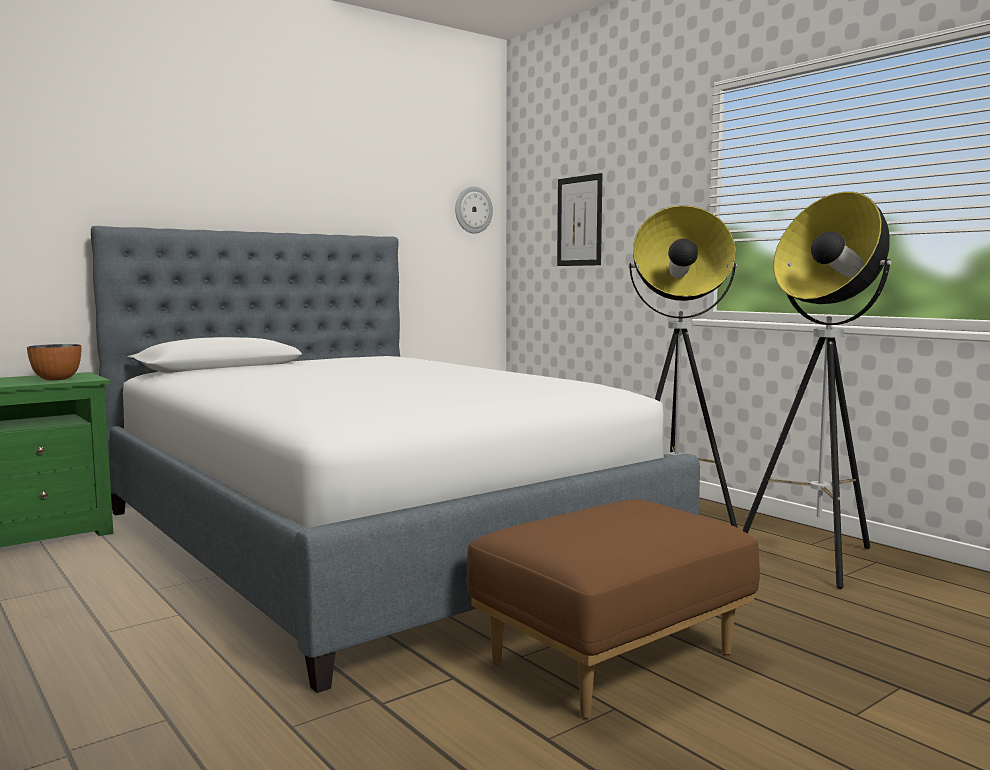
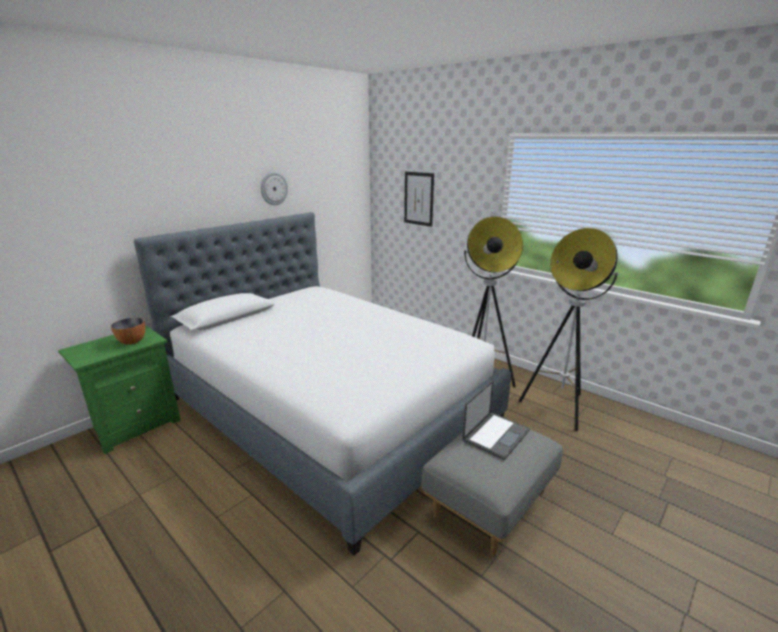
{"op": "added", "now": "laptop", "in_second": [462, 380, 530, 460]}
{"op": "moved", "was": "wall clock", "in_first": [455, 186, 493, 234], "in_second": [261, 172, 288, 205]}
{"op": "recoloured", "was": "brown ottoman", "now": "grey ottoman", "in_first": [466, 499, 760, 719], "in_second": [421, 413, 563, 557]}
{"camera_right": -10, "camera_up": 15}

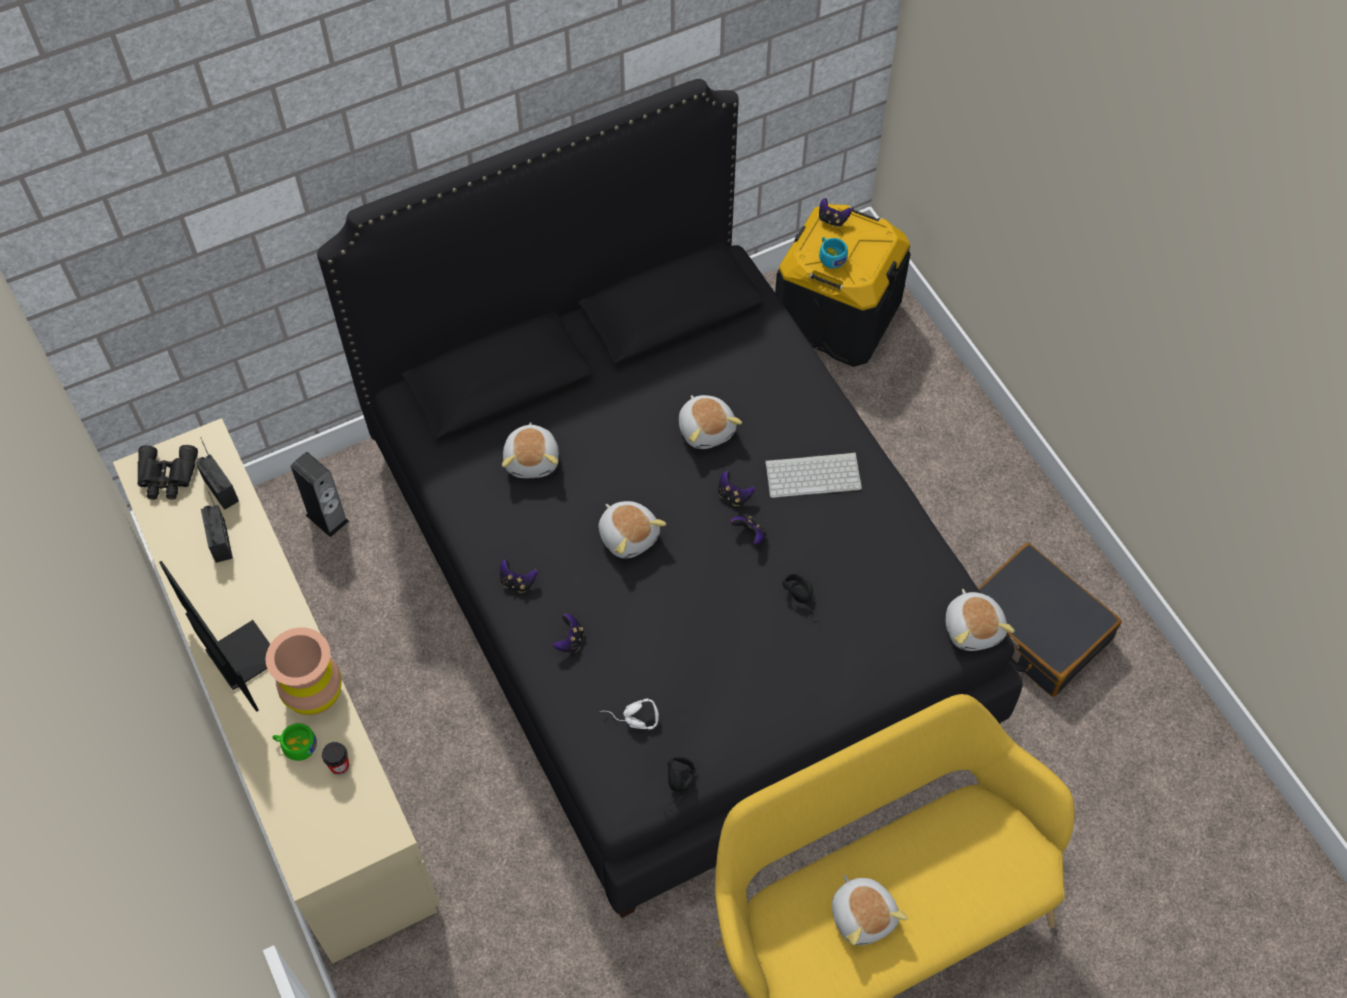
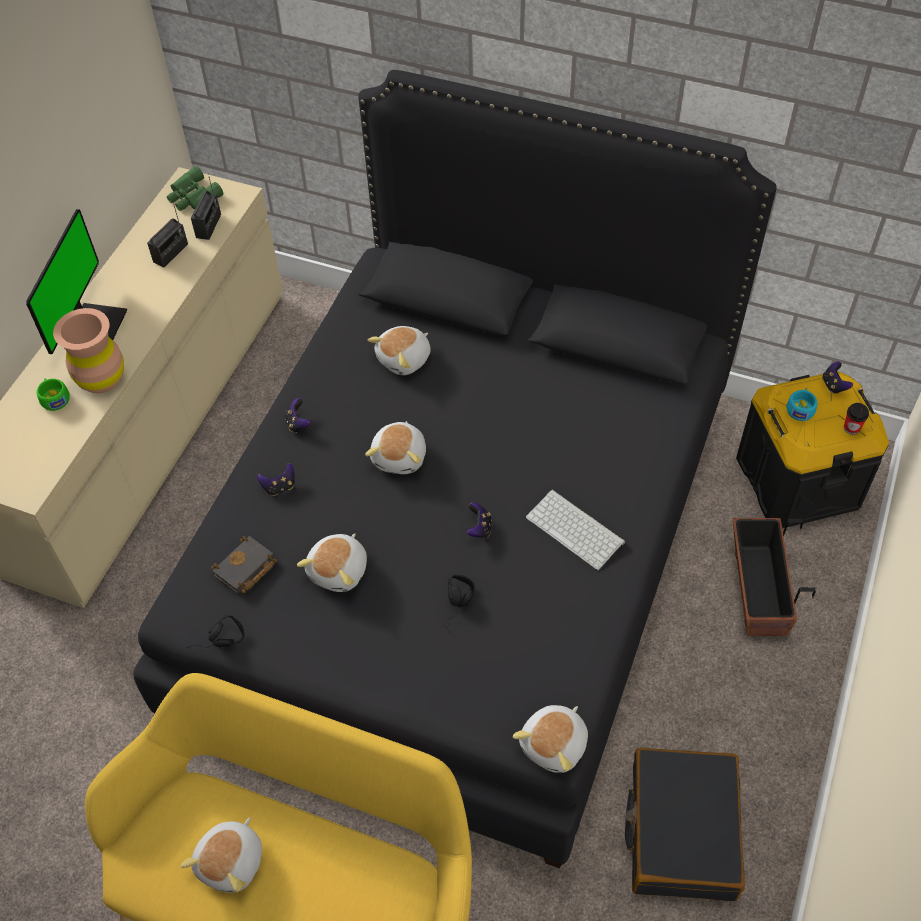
{"op": "removed", "was": "speaker", "in_first": [291, 452, 349, 537]}
{"op": "removed", "was": "game controller", "in_first": [718, 471, 755, 506]}
{"op": "added", "now": "planter", "in_second": [733, 518, 816, 636]}
{"op": "moved", "was": "cup", "in_first": [322, 742, 349, 775], "in_second": [844, 403, 869, 435]}
{"op": "moved", "was": "plush toy", "in_first": [679, 395, 742, 449], "in_second": [297, 533, 367, 592]}
{"op": "replaced", "was": "white headphones", "now": "black book", "in_first": [600, 699, 659, 729], "in_second": [211, 536, 277, 594]}
{"op": "recoloured", "was": "black binoculars", "now": "green binoculars", "in_first": [137, 445, 198, 500], "in_second": [167, 166, 223, 211]}
{"camera_right": 50, "camera_up": -5}

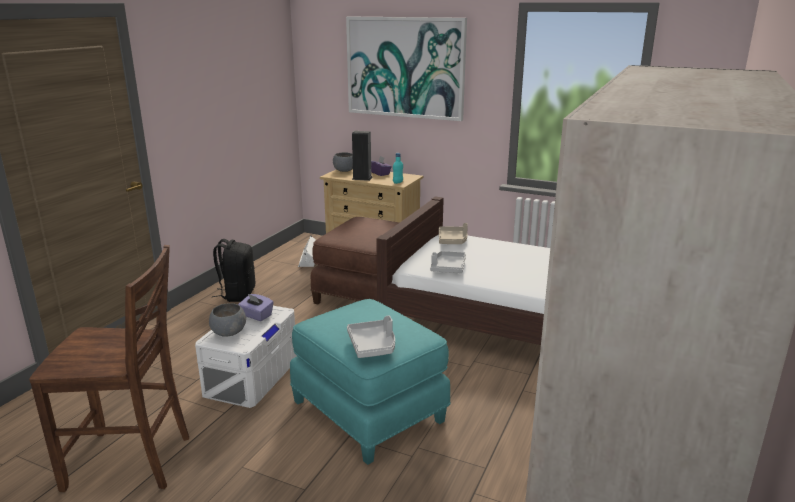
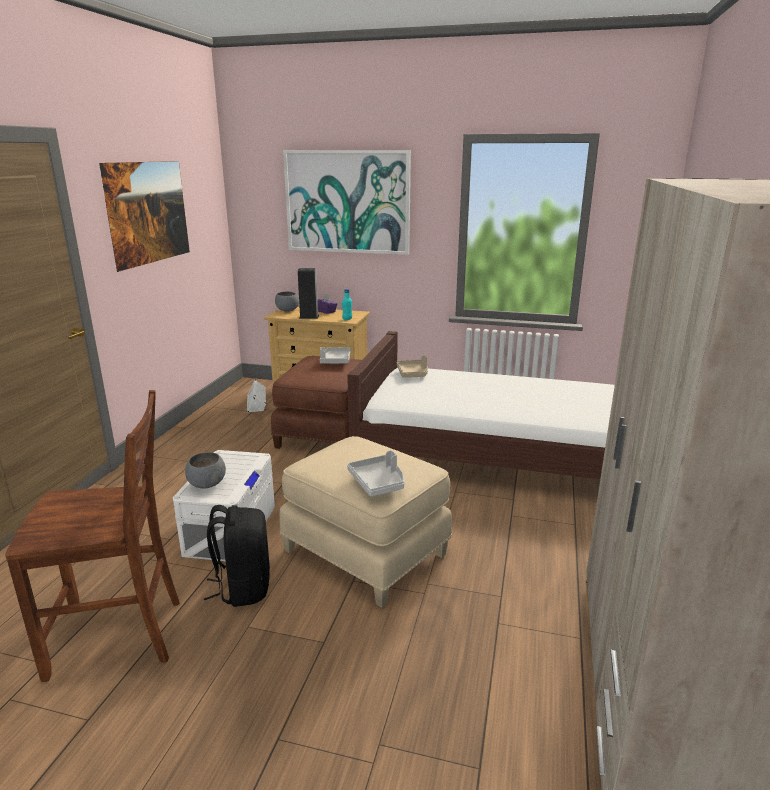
{"op": "removed", "was": "purple tissue box", "in_first": [238, 294, 273, 321]}
{"op": "added", "now": "picture", "in_second": [99, 161, 190, 272]}
{"op": "moved", "was": "black backpack", "in_first": [212, 239, 255, 302], "in_second": [204, 505, 270, 607]}
{"op": "moved", "was": "grey tray", "in_first": [430, 251, 466, 273], "in_second": [320, 347, 351, 364]}
{"op": "recoloured", "was": "turquoise ottoman", "now": "beige ottoman", "in_first": [290, 299, 451, 465], "in_second": [280, 436, 452, 608]}
{"camera_right": -10, "camera_up": 0}

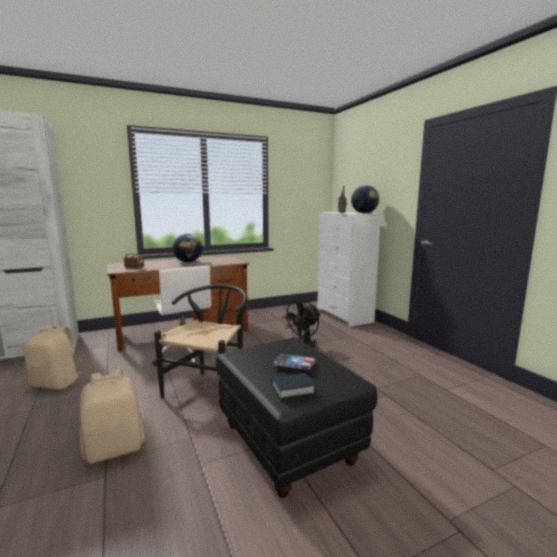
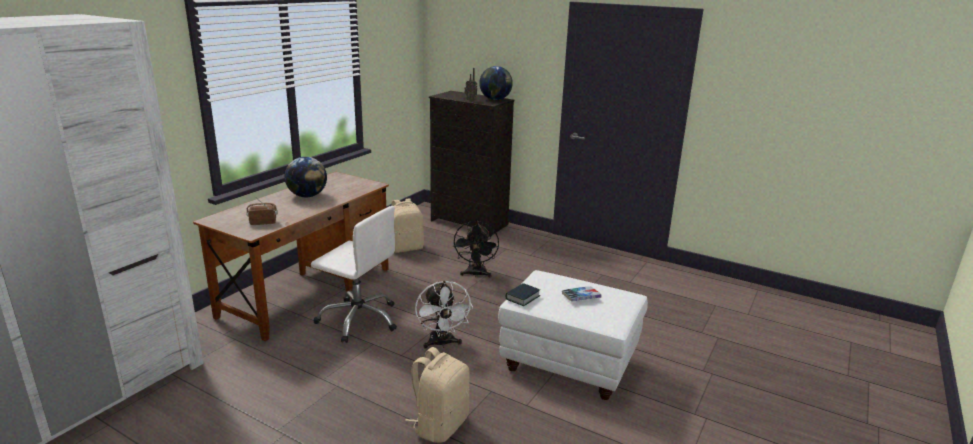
{"op": "moved", "was": "beige backpack", "in_first": [23, 325, 81, 389], "in_second": [392, 198, 424, 253]}
{"op": "moved", "was": "book", "in_first": [271, 373, 316, 399], "in_second": [506, 283, 540, 306]}
{"op": "replaced", "was": "black chair", "now": "white fan", "in_first": [154, 285, 248, 413], "in_second": [415, 281, 473, 349]}
{"op": "recoloured", "was": "black ottoman", "now": "white ottoman", "in_first": [216, 338, 377, 498], "in_second": [498, 270, 648, 400]}
{"op": "recoloured", "was": "white dresser", "now": "black dresser", "in_first": [317, 212, 381, 327], "in_second": [429, 91, 514, 237]}
{"camera_right": -35, "camera_up": 10}

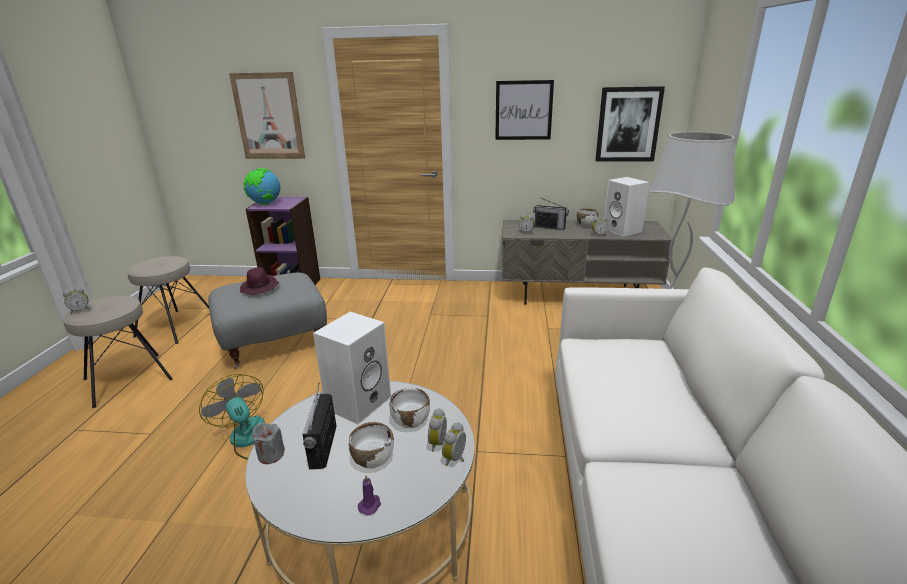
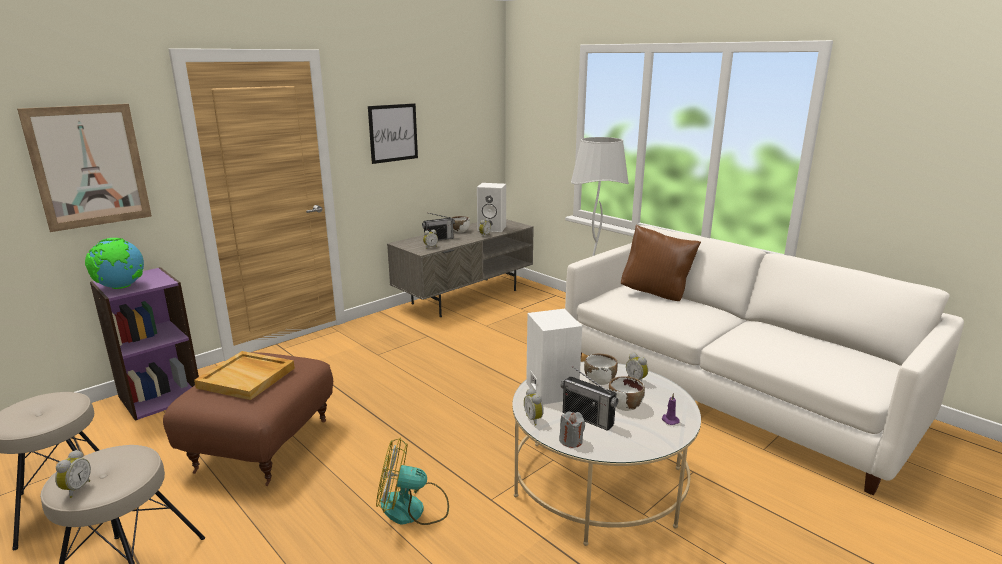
{"op": "removed", "was": "picture", "in_first": [595, 86, 665, 162]}
{"op": "added", "now": "brown pillow", "in_second": [621, 225, 701, 301]}
{"op": "moved", "was": "alarm clock", "in_first": [442, 422, 466, 466], "in_second": [524, 388, 544, 426]}
{"op": "replaced", "was": "purple hat", "now": "beige tray", "in_first": [240, 267, 279, 295], "in_second": [194, 351, 295, 400]}
{"op": "recoloured", "was": "grey ottoman", "now": "brown ottoman", "in_first": [208, 273, 327, 369], "in_second": [163, 352, 333, 486]}
{"camera_right": -50, "camera_up": -5}

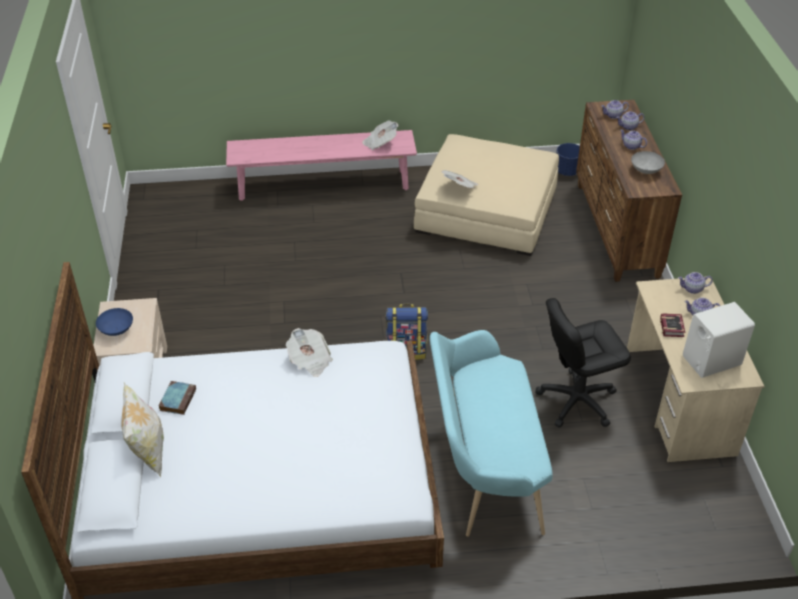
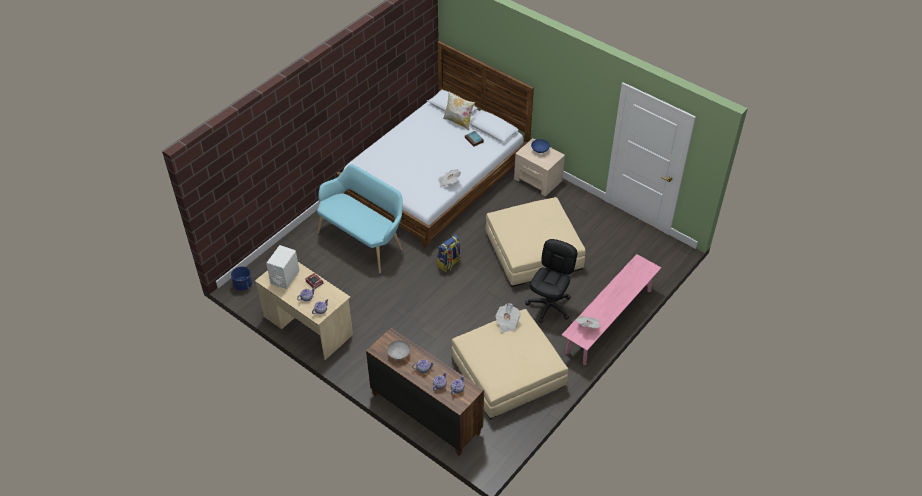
{"op": "added", "now": "beige ottoman", "in_second": [486, 197, 586, 287]}
{"op": "moved", "was": "black office chair", "in_first": [535, 298, 631, 428], "in_second": [525, 239, 577, 323]}
{"op": "moved", "was": "blue planter", "in_first": [556, 143, 580, 176], "in_second": [231, 266, 252, 291]}
{"camera_right": 135, "camera_up": 5}

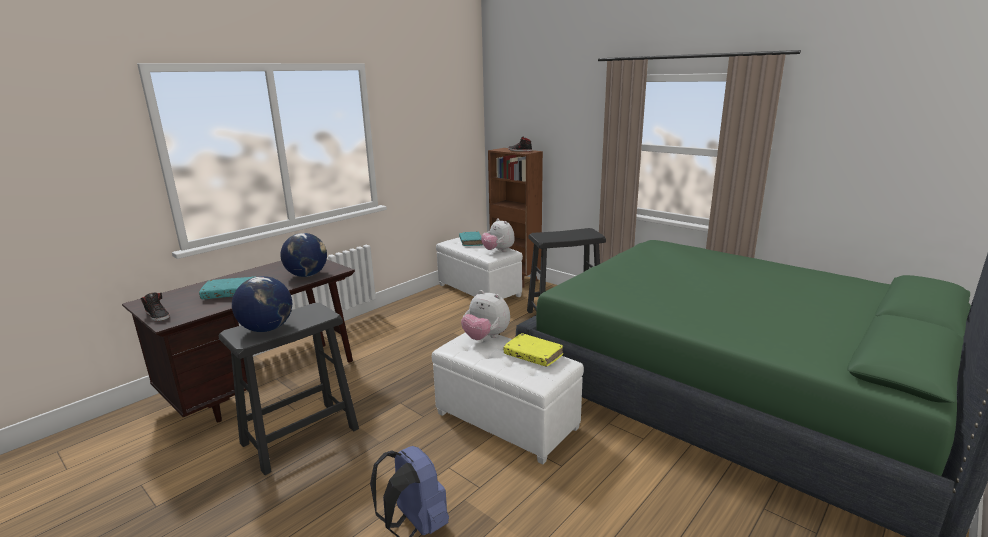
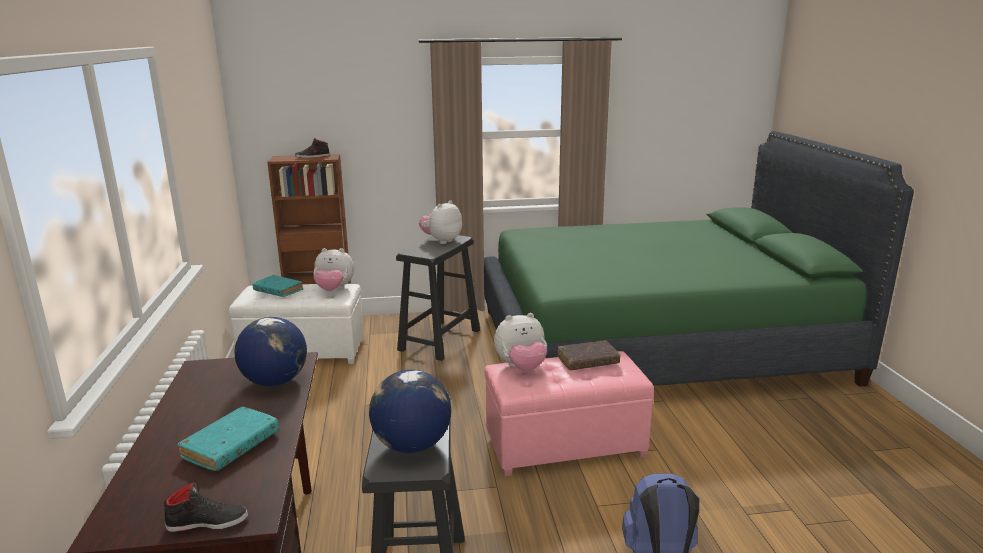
{"op": "added", "now": "plush toy", "in_second": [419, 200, 462, 244]}
{"op": "recoloured", "was": "white ottoman", "now": "pink ottoman", "in_first": [432, 332, 584, 464], "in_second": [485, 351, 654, 476]}
{"op": "recoloured", "was": "yellow book", "now": "brown book", "in_first": [504, 333, 563, 367], "in_second": [557, 340, 620, 370]}
{"camera_right": -50, "camera_up": 0}

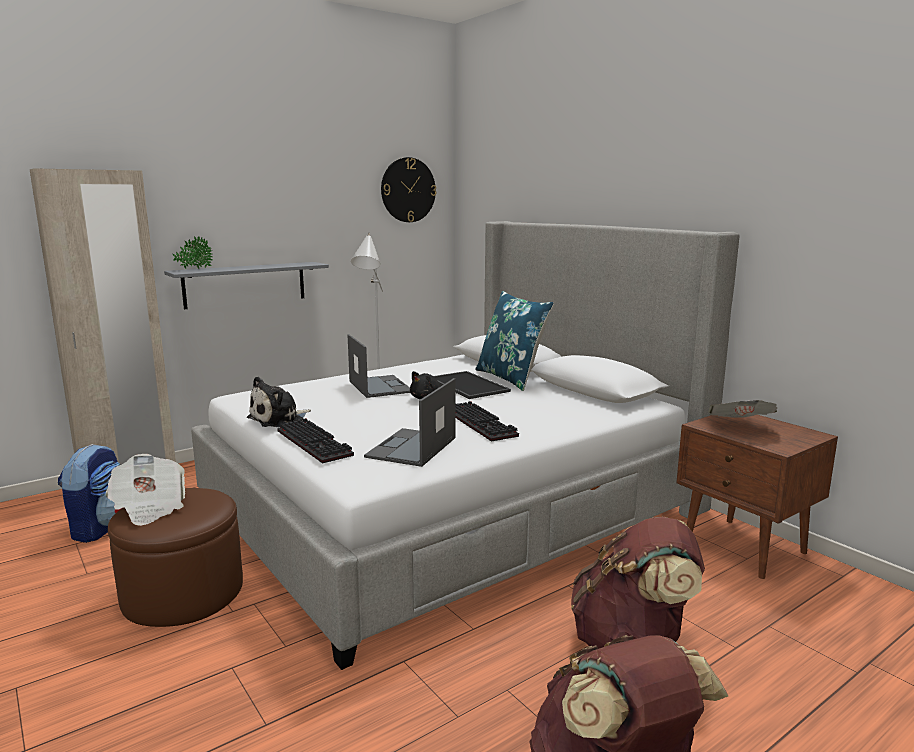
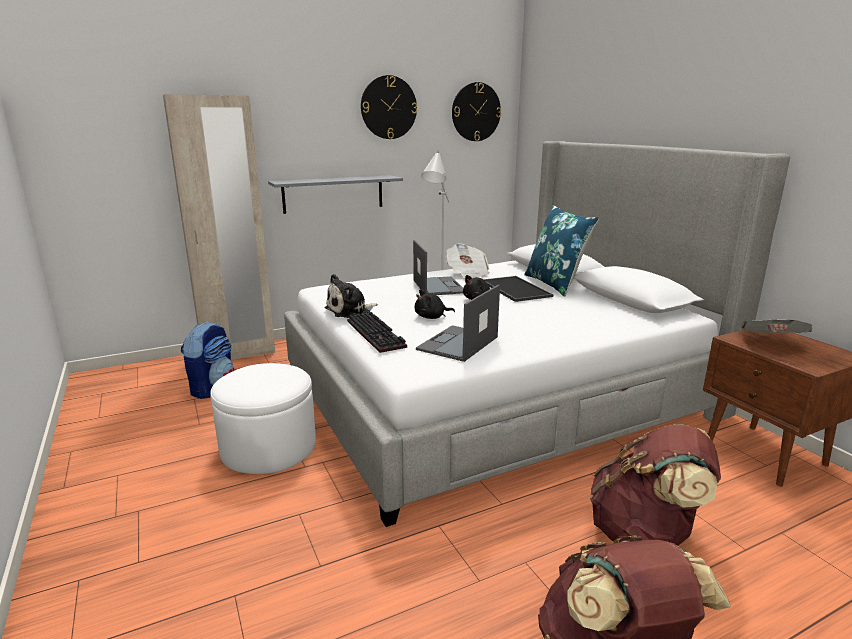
{"op": "removed", "was": "potted plant", "in_first": [173, 236, 213, 269]}
{"op": "removed", "was": "keyboard", "in_first": [455, 401, 519, 442]}
{"op": "added", "now": "wall clock", "in_second": [361, 75, 417, 139]}
{"op": "added", "now": "black plush toy", "in_second": [415, 289, 455, 319]}
{"op": "moved", "was": "newspaper", "in_first": [105, 454, 185, 526], "in_second": [446, 243, 490, 278]}
{"op": "recoloured", "was": "brown ottoman", "now": "white ottoman", "in_first": [108, 488, 243, 627], "in_second": [210, 363, 316, 474]}
{"camera_right": 10, "camera_up": 5}

